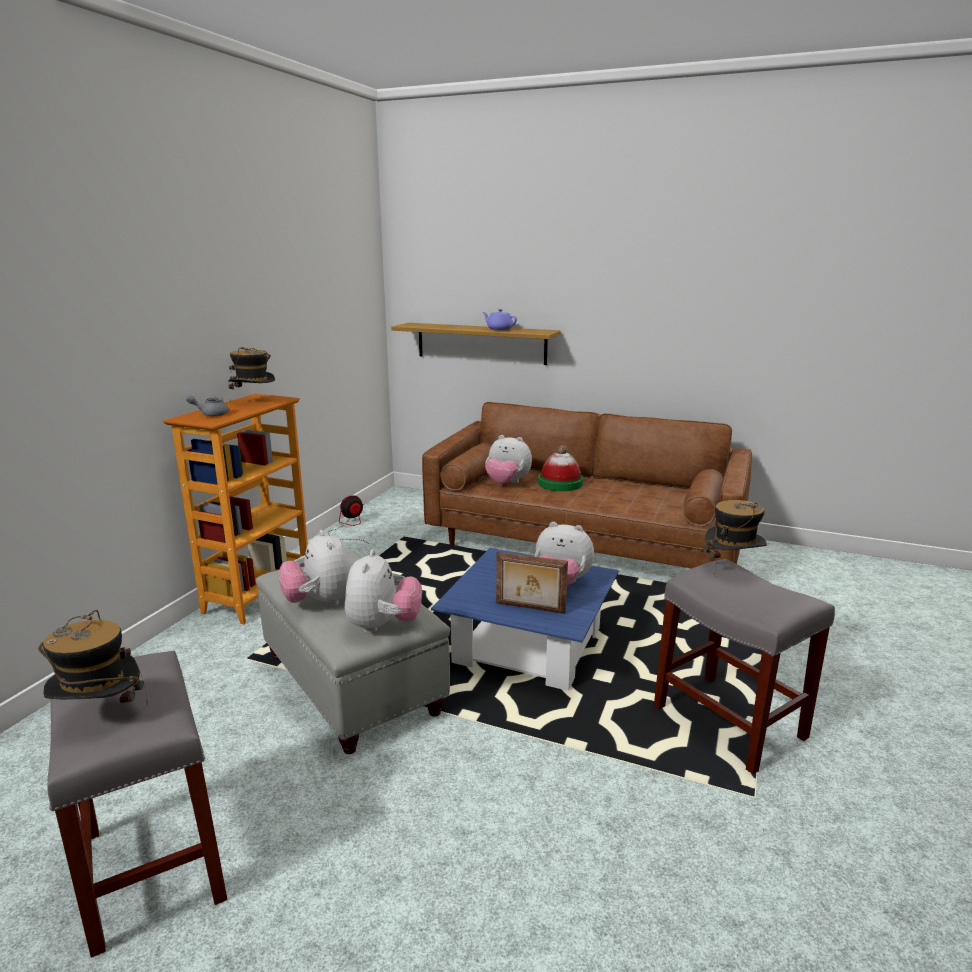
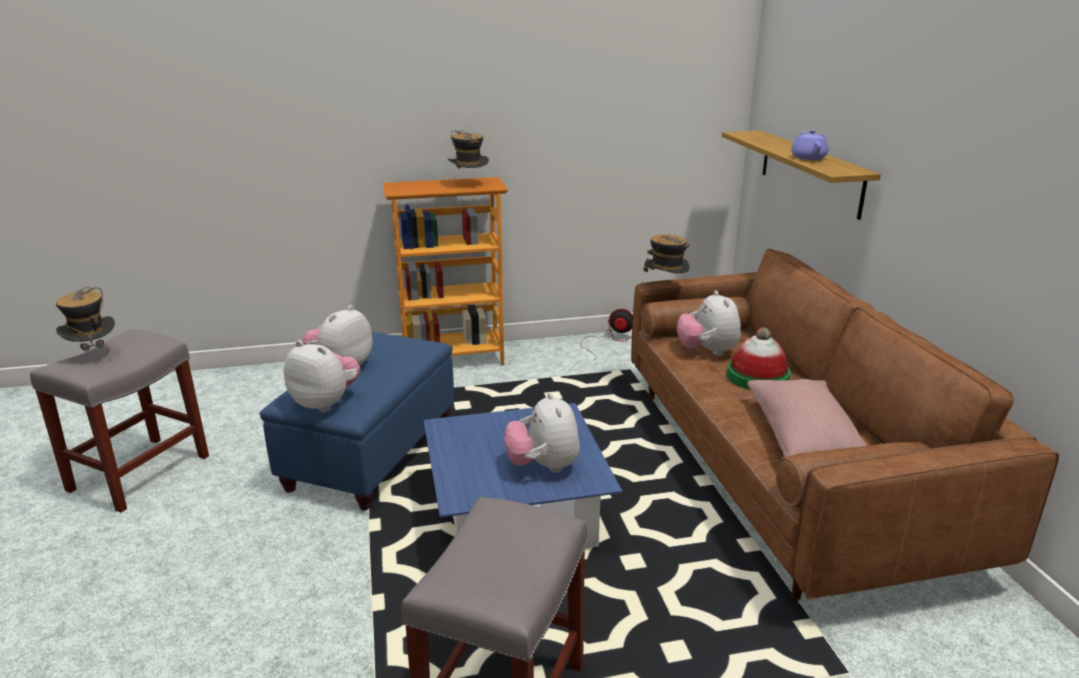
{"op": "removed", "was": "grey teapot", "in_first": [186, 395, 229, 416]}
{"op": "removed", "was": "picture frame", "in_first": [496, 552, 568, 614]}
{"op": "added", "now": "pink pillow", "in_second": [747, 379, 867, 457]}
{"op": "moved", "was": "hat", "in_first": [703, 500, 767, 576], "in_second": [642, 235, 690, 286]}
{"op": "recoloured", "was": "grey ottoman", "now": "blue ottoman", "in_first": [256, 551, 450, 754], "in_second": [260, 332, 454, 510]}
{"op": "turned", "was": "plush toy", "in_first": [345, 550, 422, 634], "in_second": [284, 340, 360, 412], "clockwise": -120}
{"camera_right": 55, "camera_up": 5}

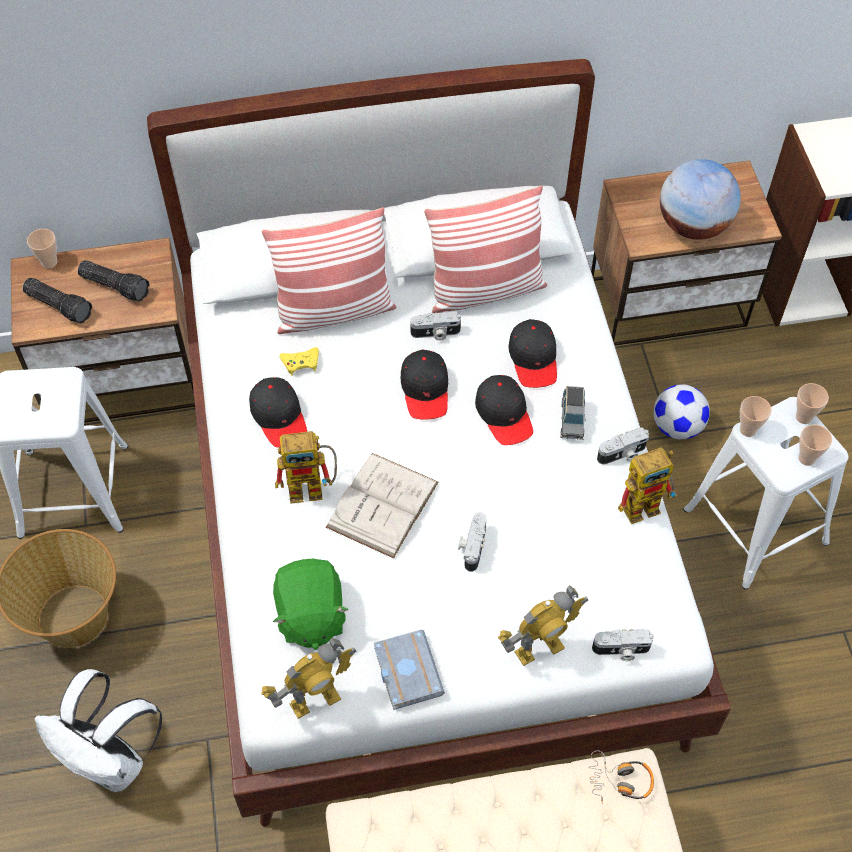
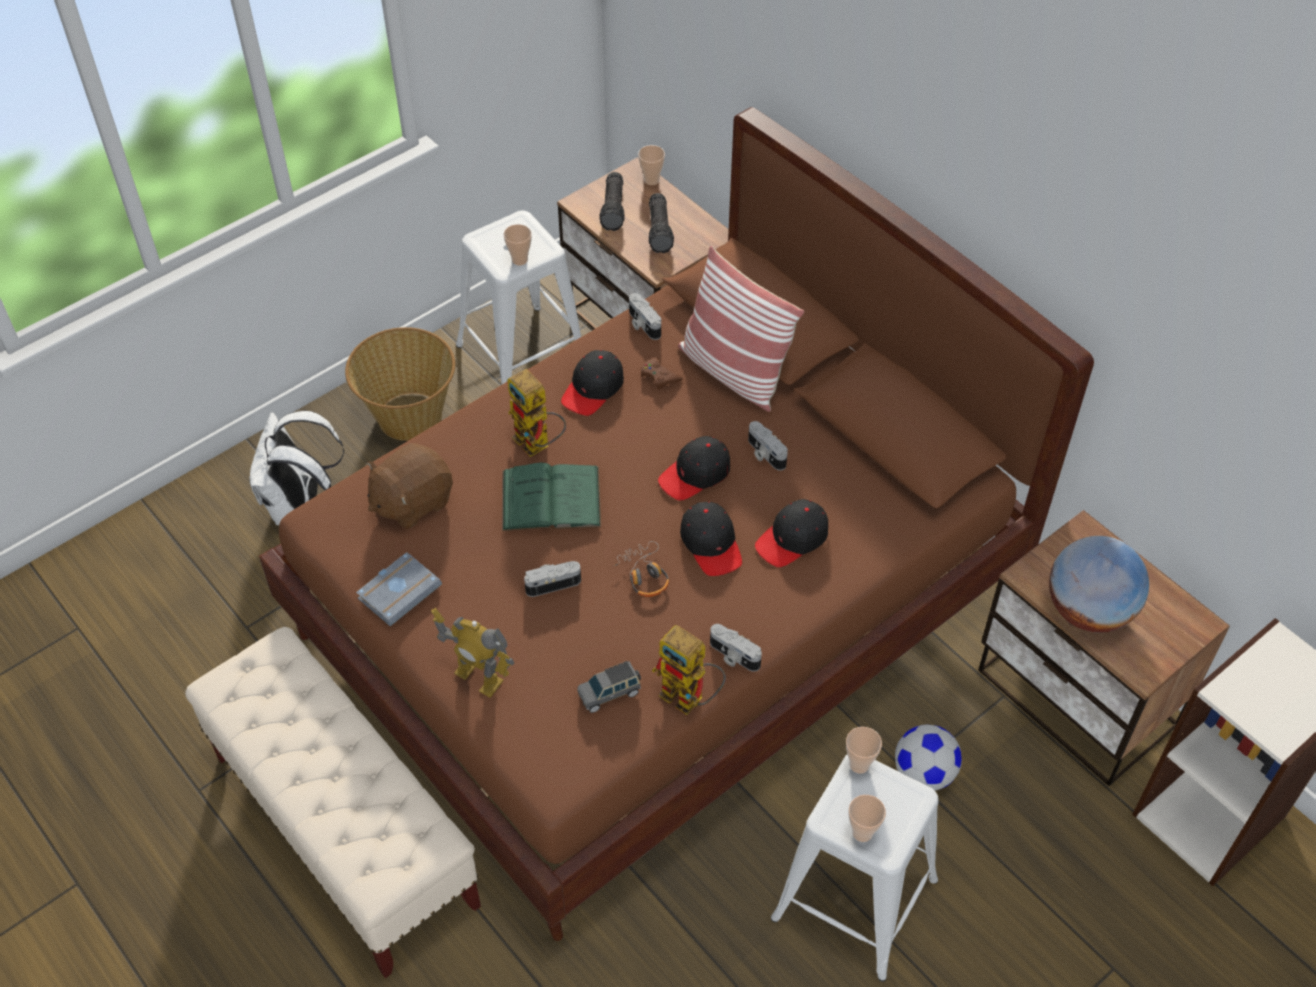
{"op": "removed", "was": "toy robot", "in_first": [261, 638, 357, 719]}
{"op": "removed", "was": "pillow", "in_first": [424, 186, 547, 313]}
{"op": "moved", "was": "grey toy car", "in_first": [560, 386, 586, 440], "in_second": [577, 661, 641, 713]}
{"op": "moved", "was": "headphones", "in_first": [589, 751, 654, 804], "in_second": [613, 541, 669, 597]}
{"op": "moved", "was": "photo camera", "in_first": [592, 629, 654, 661], "in_second": [629, 293, 661, 340]}
{"op": "moved", "was": "cup", "in_first": [796, 383, 829, 424], "in_second": [504, 224, 532, 266]}
{"op": "recoloured", "was": "white bed", "now": "brown bed", "in_first": [147, 59, 731, 827], "in_second": [259, 107, 1094, 941]}
{"op": "recoloured", "was": "green plush toy", "now": "brown plush toy", "in_first": [273, 559, 349, 650], "in_second": [367, 443, 453, 529]}
{"op": "recoloured", "was": "yellow game controller", "now": "brown game controller", "in_first": [280, 347, 319, 376], "in_second": [641, 358, 683, 390]}
{"op": "recoloured", "was": "white book", "now": "green book", "in_first": [326, 453, 438, 558], "in_second": [502, 463, 601, 531]}
{"op": "turned", "was": "black cap", "in_first": [475, 375, 533, 445], "in_second": [680, 502, 742, 576], "clockwise": -60}
{"camera_right": 60, "camera_up": -5}

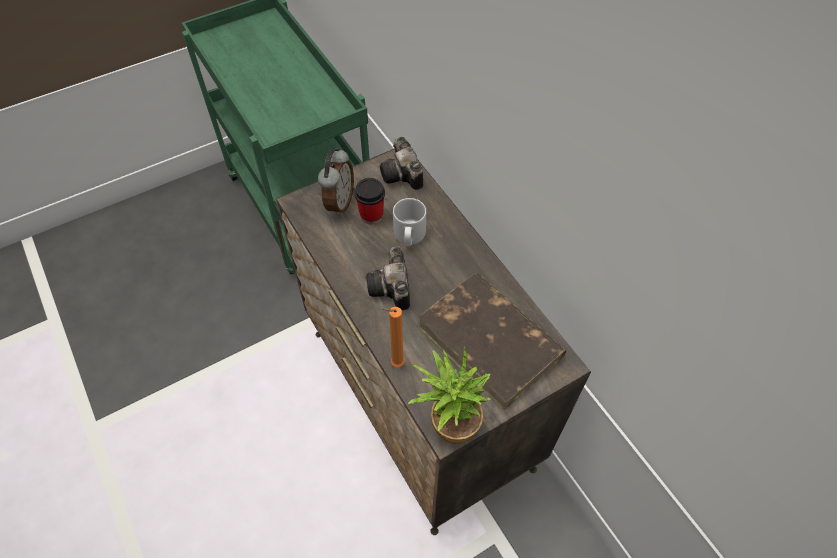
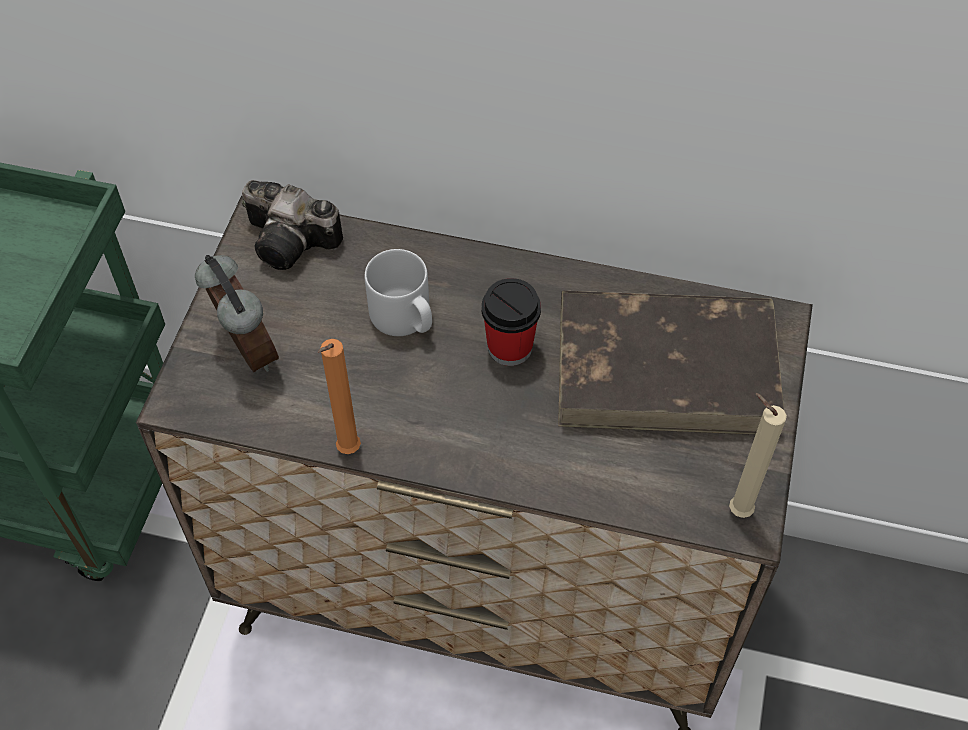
{"op": "removed", "was": "photo camera", "in_first": [366, 247, 410, 310]}
{"op": "moved", "was": "cup", "in_first": [354, 178, 385, 225], "in_second": [481, 278, 541, 366]}
{"op": "moved", "was": "orange candle", "in_first": [382, 307, 405, 367], "in_second": [318, 339, 361, 454]}
{"op": "replaced", "was": "potted plant", "now": "beige candle", "in_first": [408, 346, 491, 444], "in_second": [729, 393, 787, 518]}
{"camera_right": -45, "camera_up": 0}

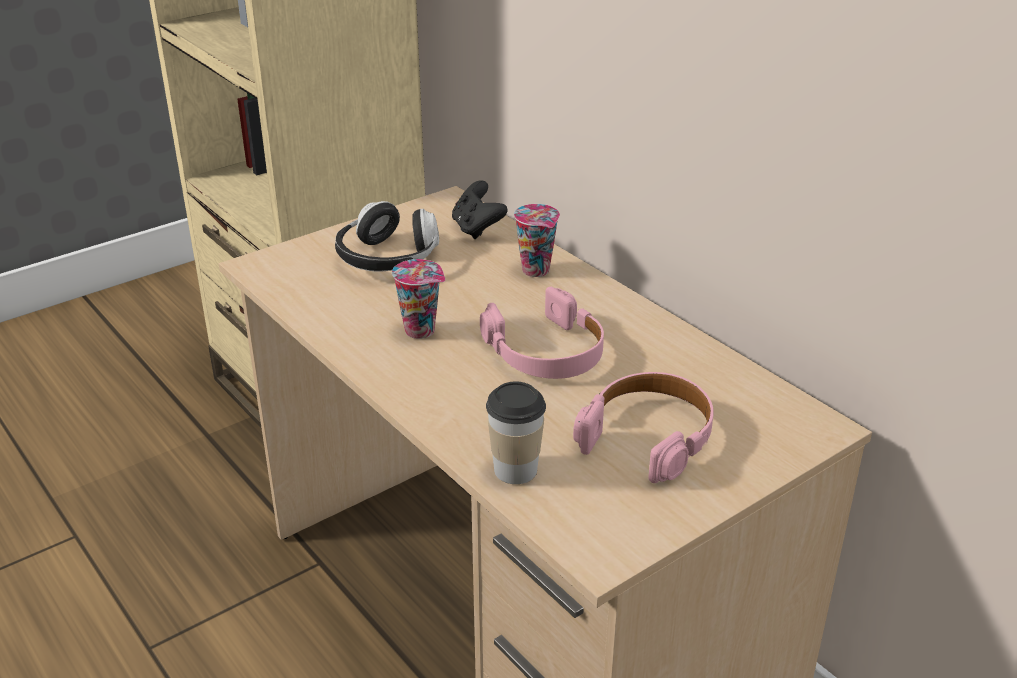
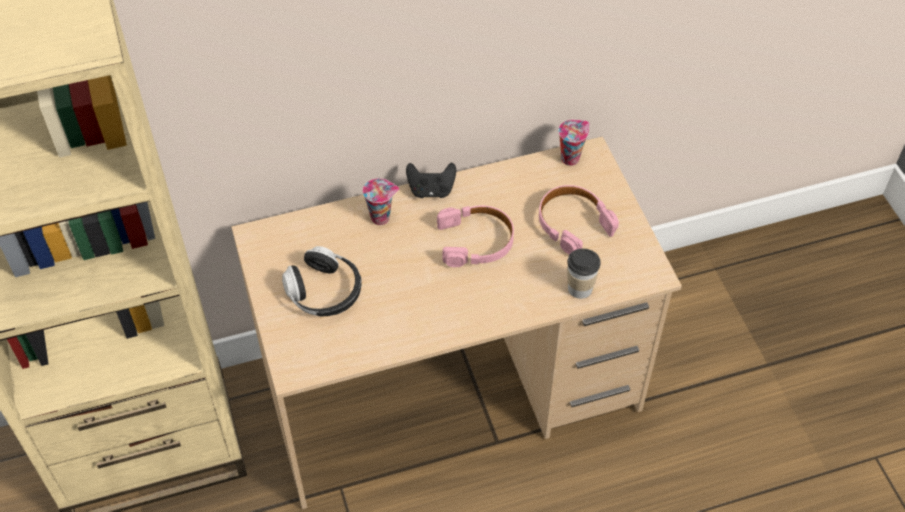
{"op": "moved", "was": "cup", "in_first": [392, 259, 445, 339], "in_second": [558, 120, 589, 166]}
{"op": "moved", "was": "black game controller", "in_first": [452, 180, 508, 239], "in_second": [406, 163, 456, 198]}
{"camera_right": -70, "camera_up": 20}

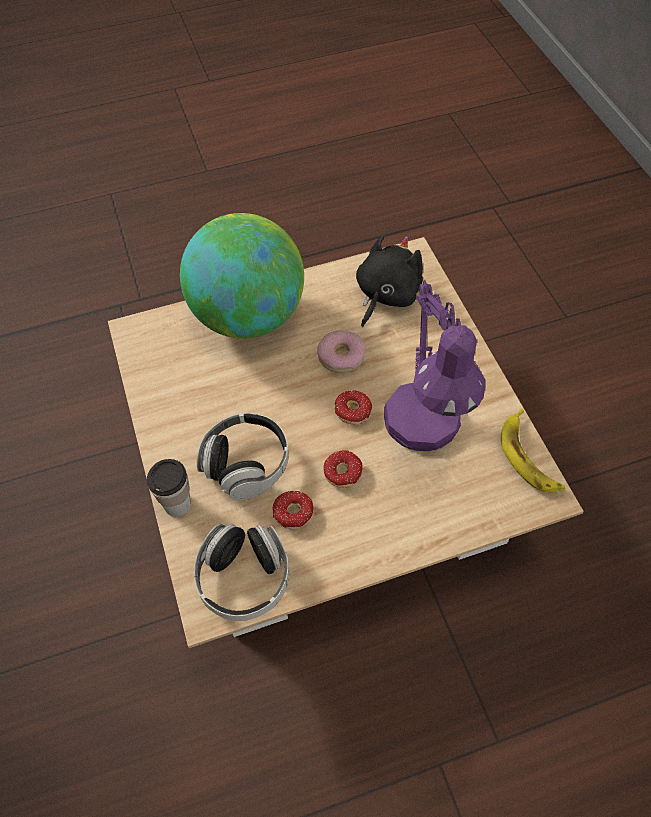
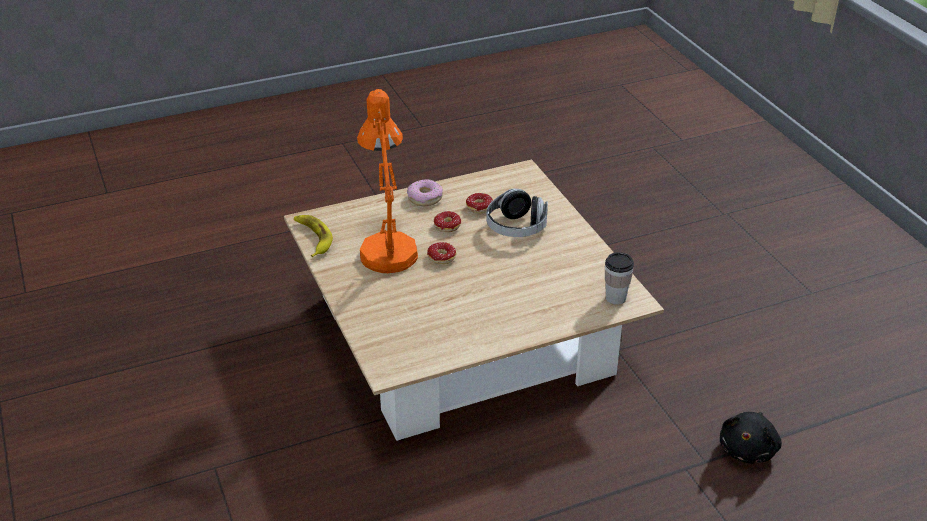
{"op": "removed", "was": "globe", "in_first": [180, 213, 304, 339]}
{"op": "removed", "was": "headphones", "in_first": [194, 524, 289, 621]}
{"op": "moved", "was": "cup", "in_first": [147, 459, 191, 517], "in_second": [605, 252, 634, 305]}
{"op": "moved", "was": "donut", "in_first": [317, 330, 366, 373], "in_second": [407, 179, 443, 206]}
{"op": "moved", "was": "black plush toy", "in_first": [356, 235, 423, 327], "in_second": [720, 412, 782, 464]}
{"op": "recoloured", "was": "purple table lamp", "now": "orange table lamp", "in_first": [384, 280, 485, 451], "in_second": [357, 89, 418, 273]}
{"camera_right": 175, "camera_up": -20}

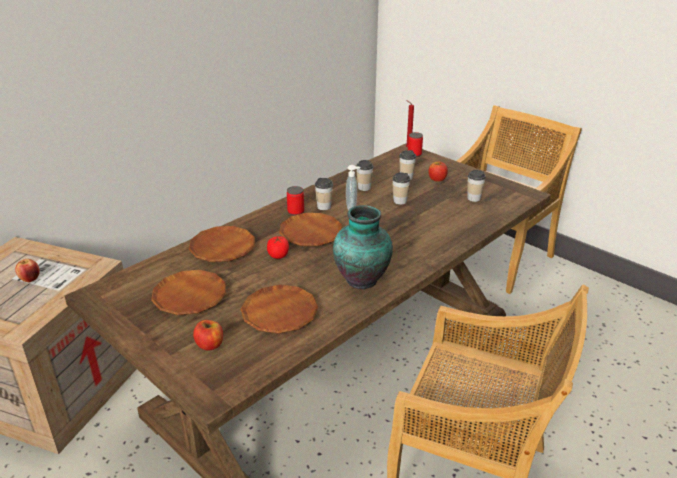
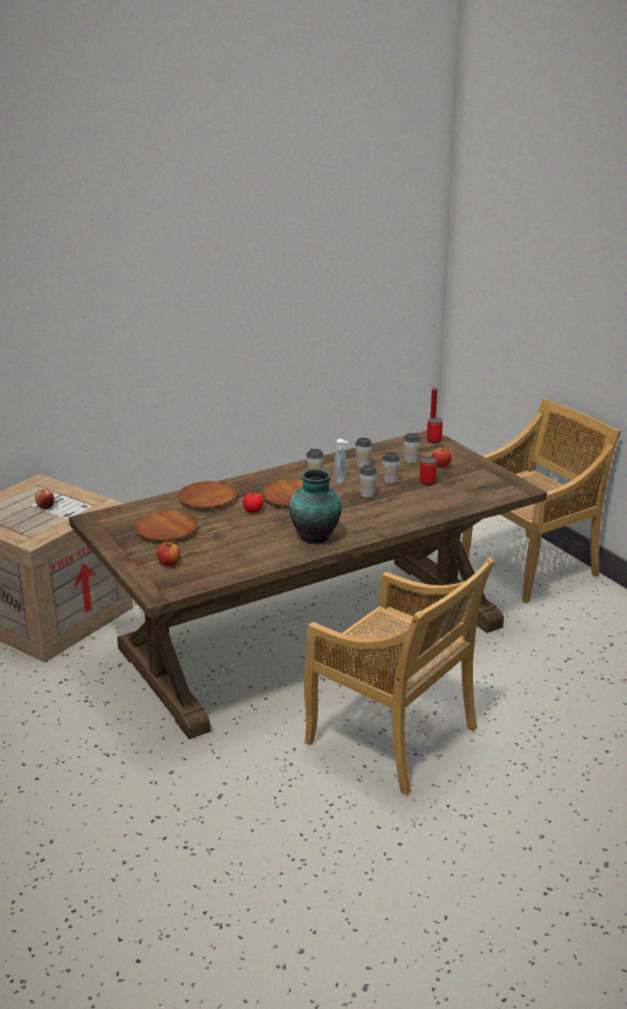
{"op": "removed", "was": "brown plate", "in_first": [241, 285, 318, 334]}
{"op": "moved", "was": "can", "in_first": [287, 186, 304, 216], "in_second": [420, 457, 437, 485]}
{"op": "moved", "was": "cup", "in_first": [467, 170, 486, 202], "in_second": [359, 465, 377, 497]}
{"camera_right": 15, "camera_up": -5}

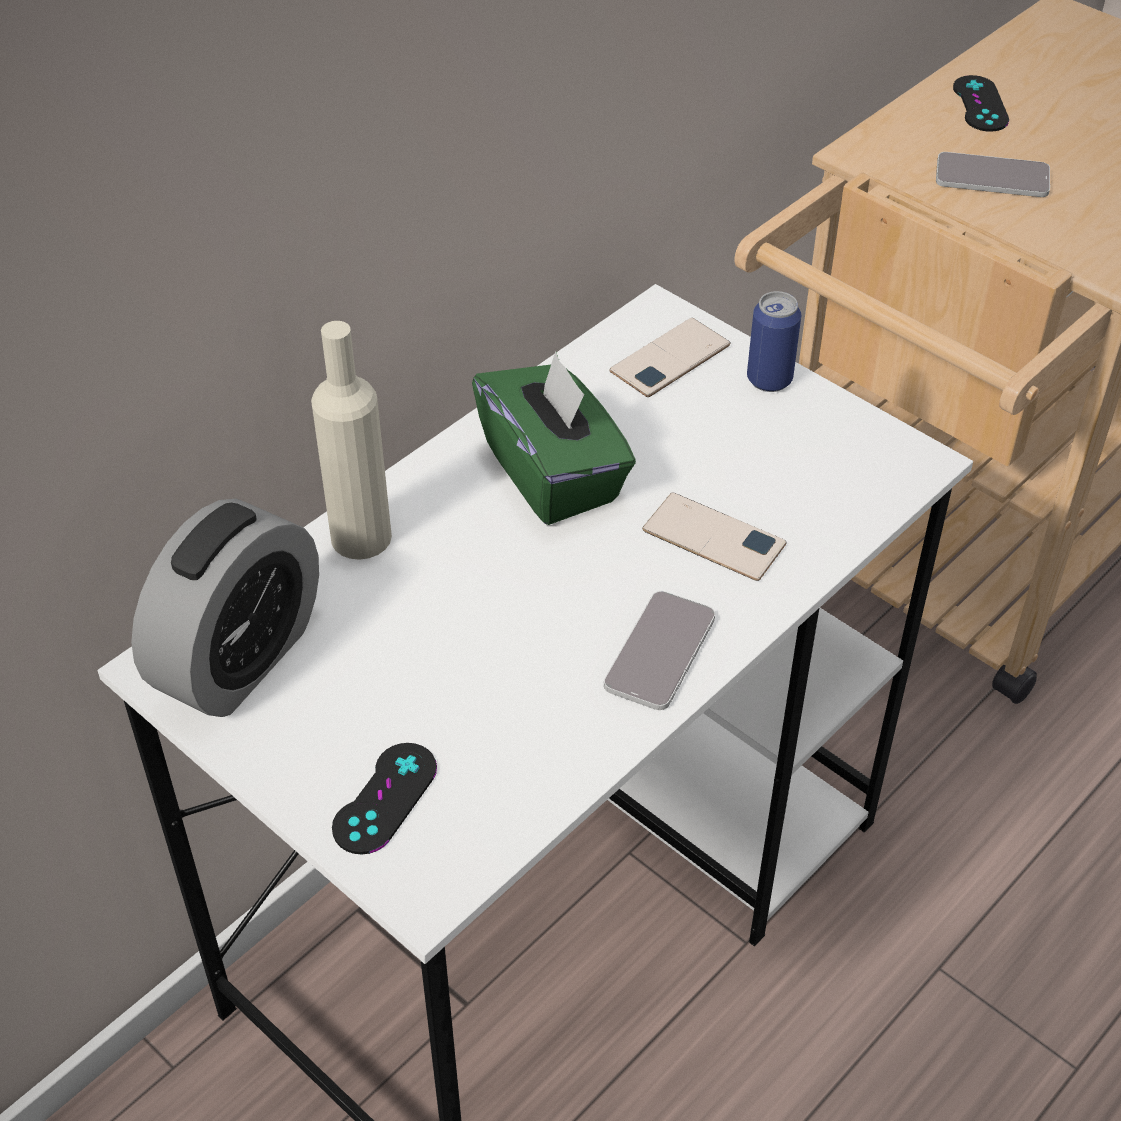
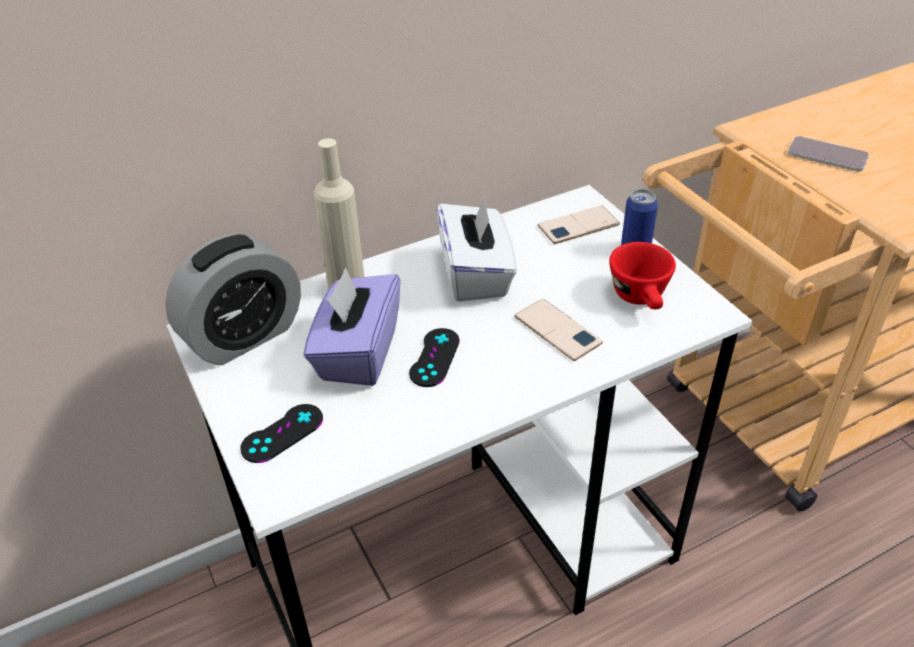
{"op": "removed", "was": "phone", "in_first": [604, 591, 715, 710]}
{"op": "added", "now": "purple tissue box", "in_second": [304, 267, 400, 386]}
{"op": "added", "now": "red cup", "in_second": [609, 242, 676, 309]}
{"op": "moved", "was": "black game controller", "in_first": [953, 75, 1009, 132], "in_second": [409, 328, 460, 387]}
{"op": "recoloured", "was": "green tissue box", "now": "white tissue box", "in_first": [472, 351, 636, 525], "in_second": [437, 196, 517, 302]}
{"camera_right": 20, "camera_up": -5}

